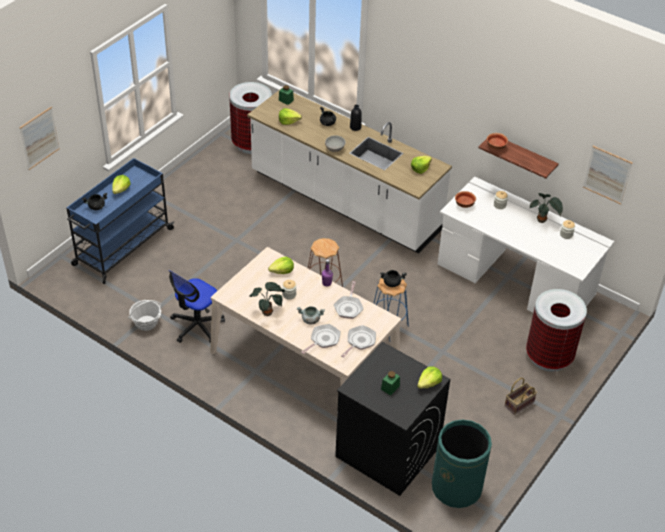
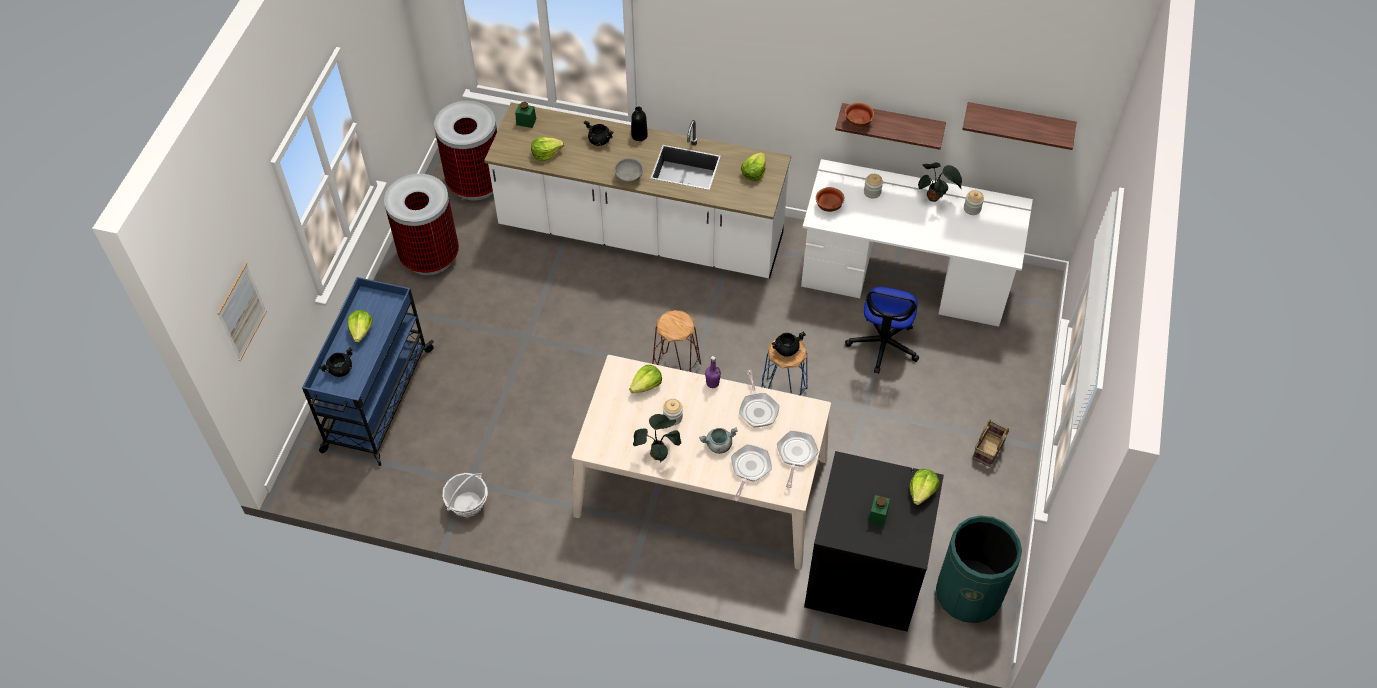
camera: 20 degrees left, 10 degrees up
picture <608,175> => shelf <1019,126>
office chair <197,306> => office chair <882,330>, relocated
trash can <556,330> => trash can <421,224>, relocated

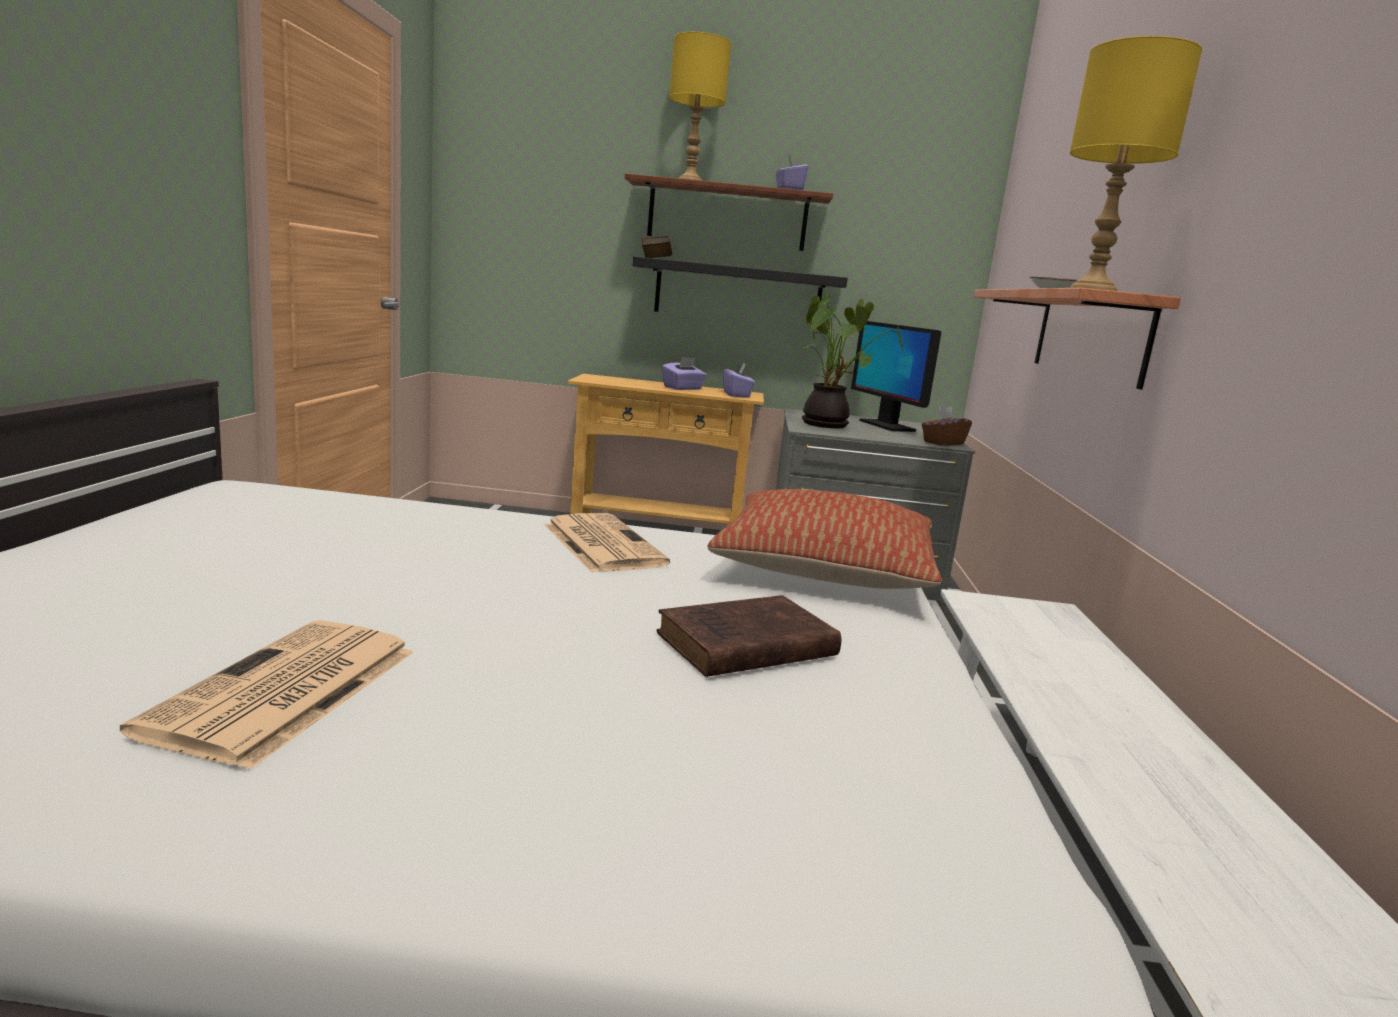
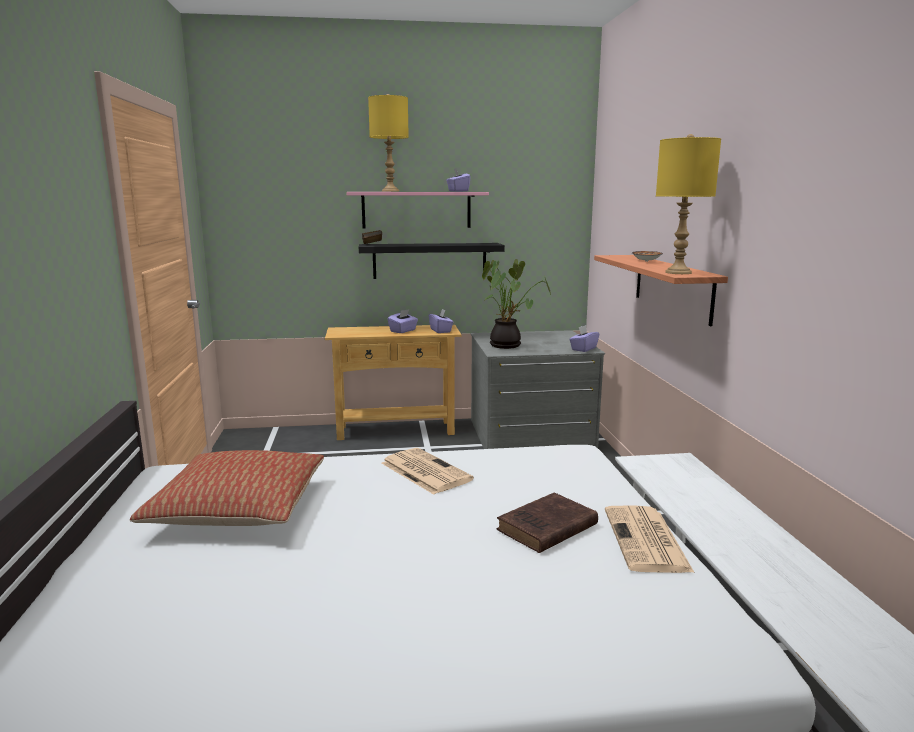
camera: 10 degrees left, 0 degrees up
brown shelf <729,212> => pink shelf <417,210>
monitor <896,376> => nothing
brown tissue box <947,426> => purple tissue box <584,338>
pillow <824,539> => pillow <227,488>, relocated
newspaper <267,695> => newspaper <650,539>, relocated

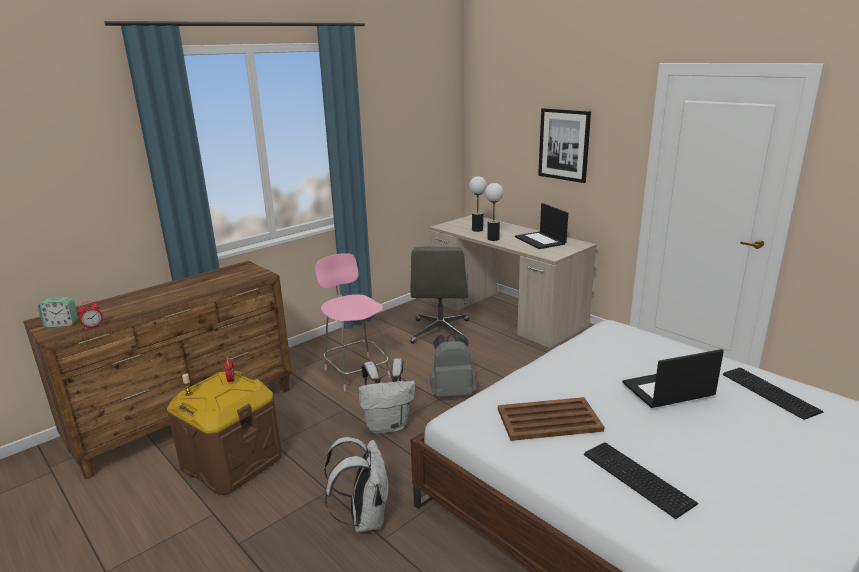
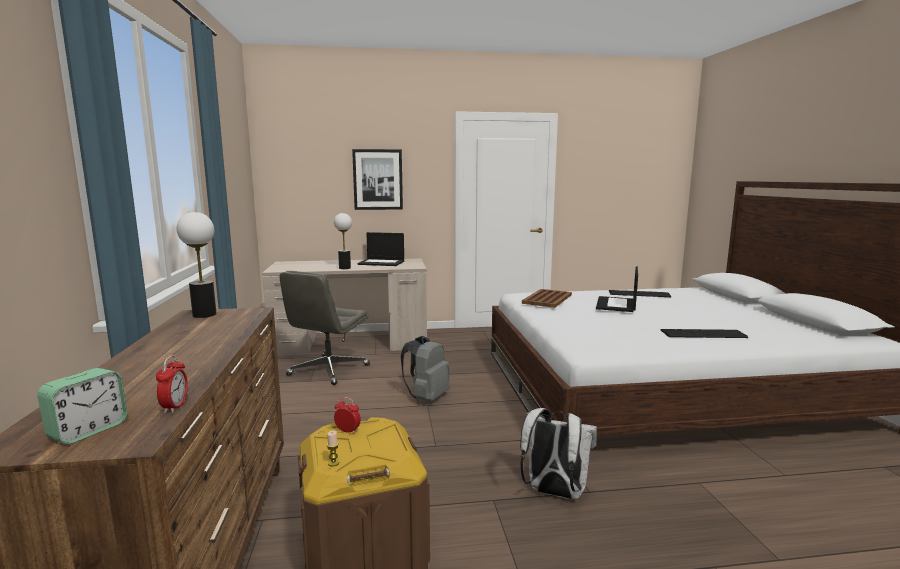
camera: 55 degrees left, 10 degrees down
table lamp <478,204> => table lamp <197,265>, relocated
grey office chair <439,295> => grey office chair <325,328>, 75 degrees clockwise
pink chair <352,322> => nothing
white backpack <387,396> => nothing
brown tray <551,419> => brown tray <547,298>, relocated

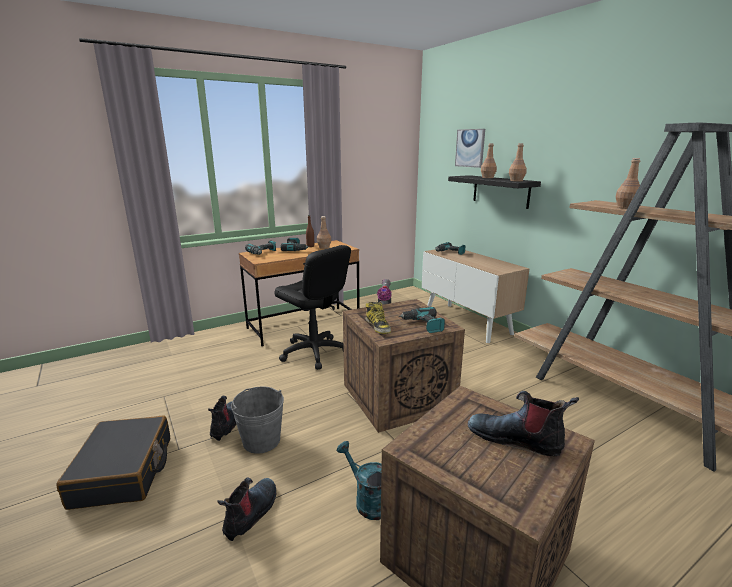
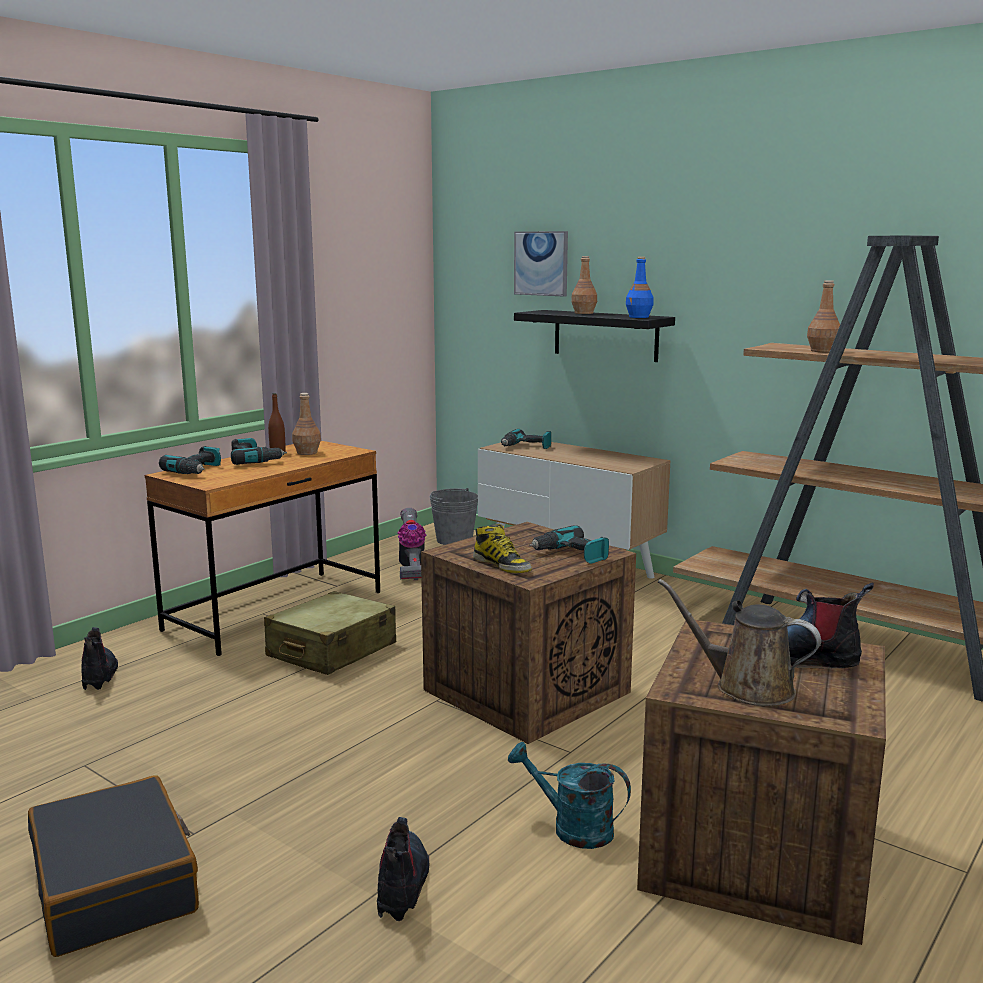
camera: 20 degrees left, 5 degrees down
brown bottle <518,162> => blue bottle <640,287>
black office chair <313,307> => beige suitcase <330,633>
grey bucket <257,420> => grey bucket <454,516>, relocated
boot <222,418> => boot <99,658>, relocated
nothing => brown watering can <739,642>

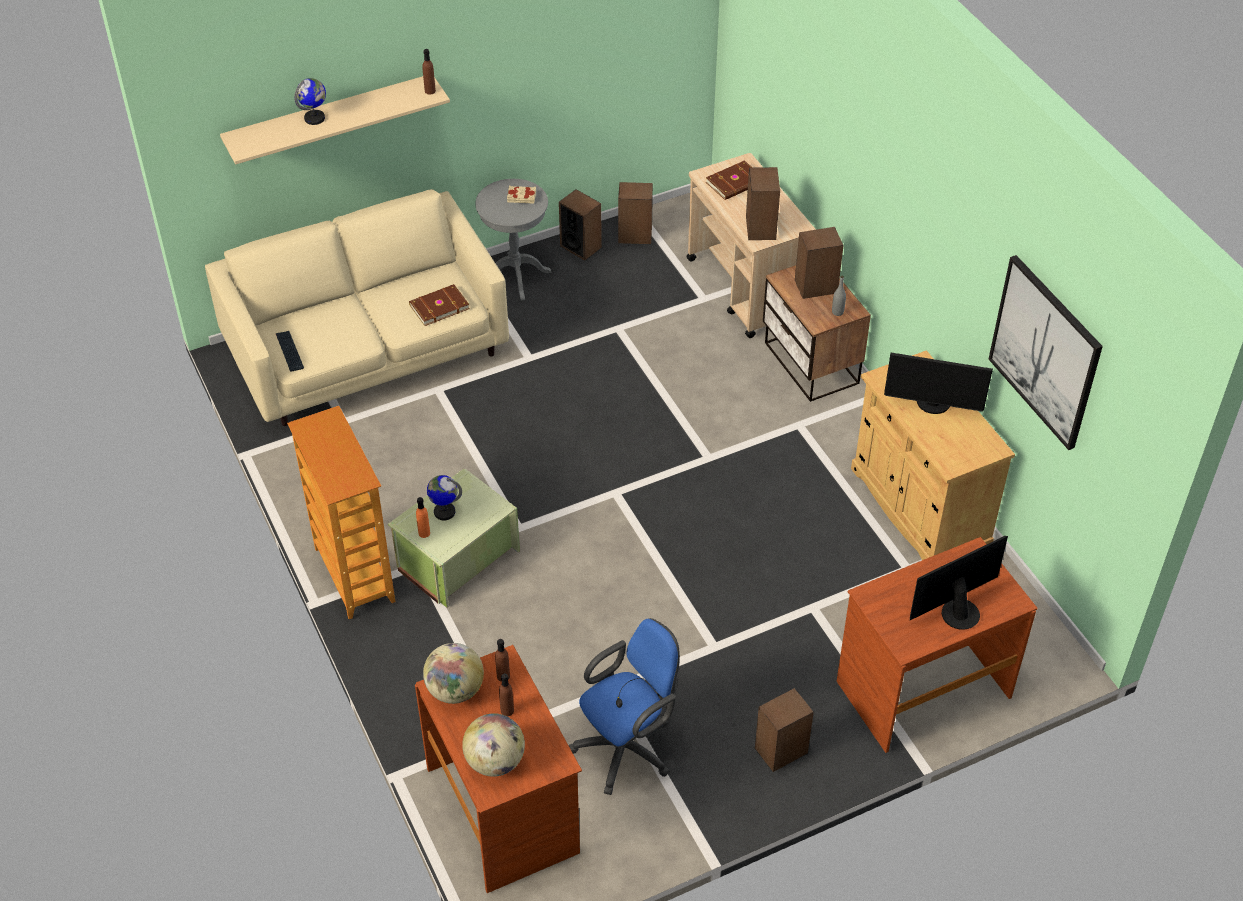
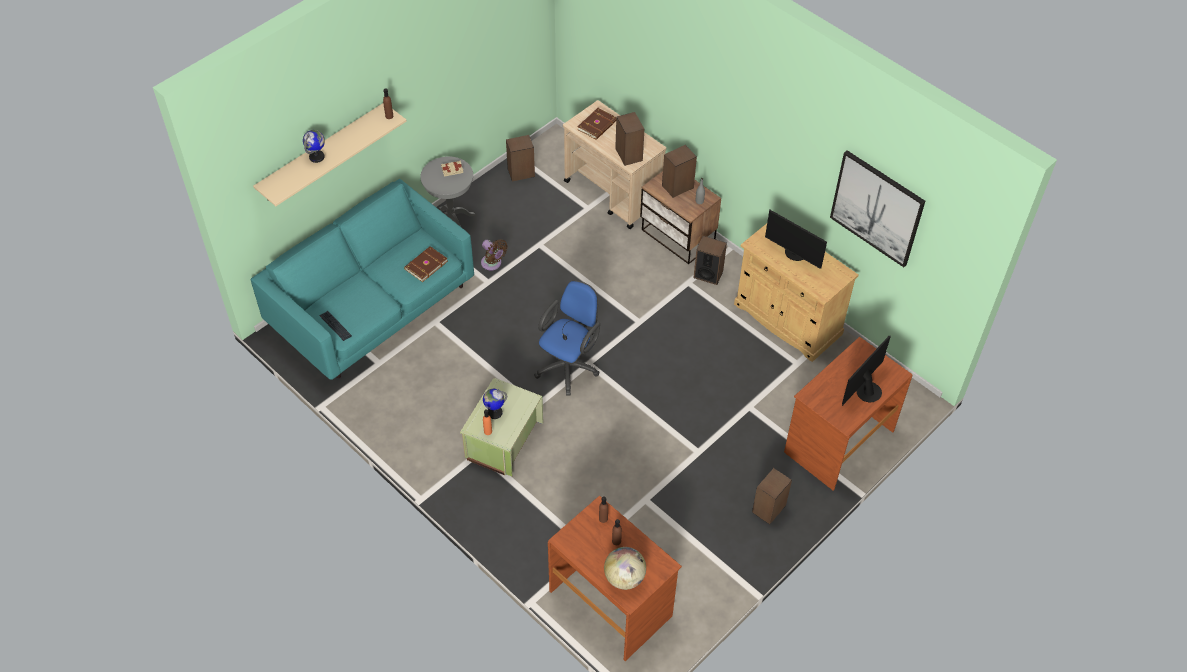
camera: 20 degrees left, 5 degrees up
beige sofa <357,307> => turquoise sofa <362,279>
speaker <580,224> => speaker <710,260>, relocated
monitor <938,383> => monitor <796,238>, 45 degrees clockwise
bookcase <341,512> => nothing
blue office chair <624,706> => blue office chair <567,338>, relocated
globe <453,673> => nothing
nothing => brown fan <494,255>

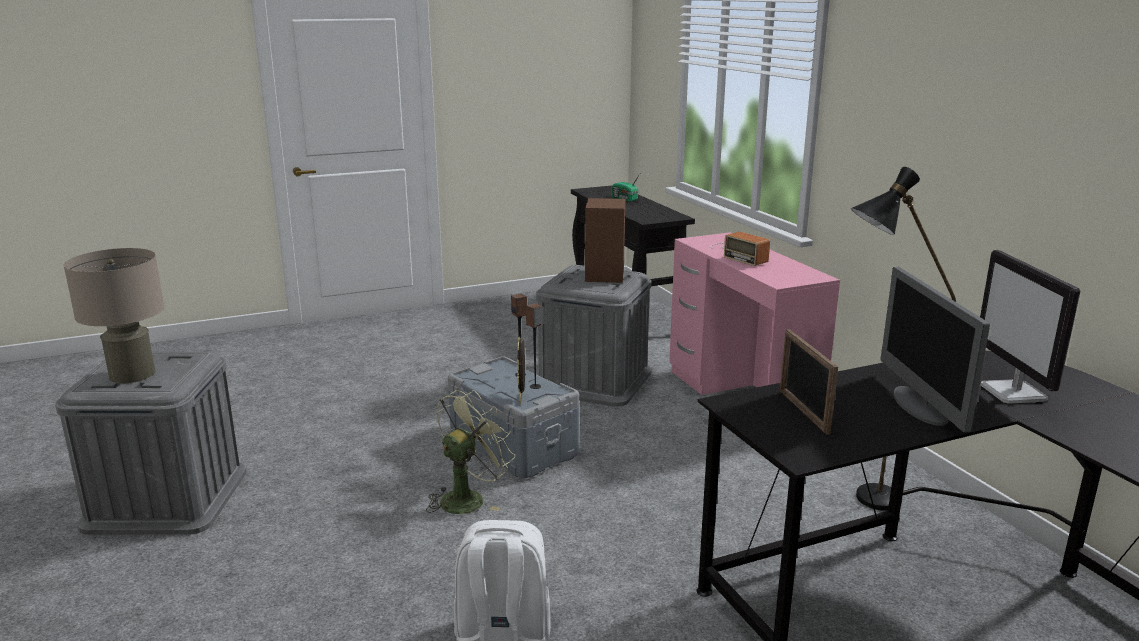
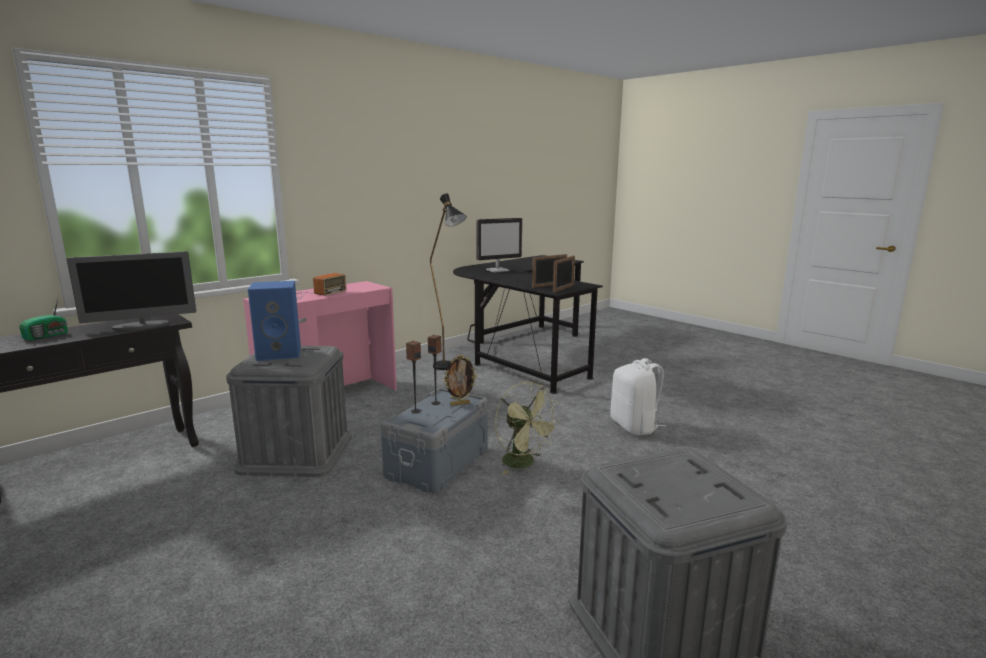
camera: 110 degrees left, 5 degrees down
brown speaker <605,240> => blue speaker <274,321>
beige table lamp <114,316> => nothing
monitor <935,349> => monitor <131,290>, relocated
green fan <470,452> => green fan <528,428>, 150 degrees counterclockwise
nothing => picture frame <564,274>

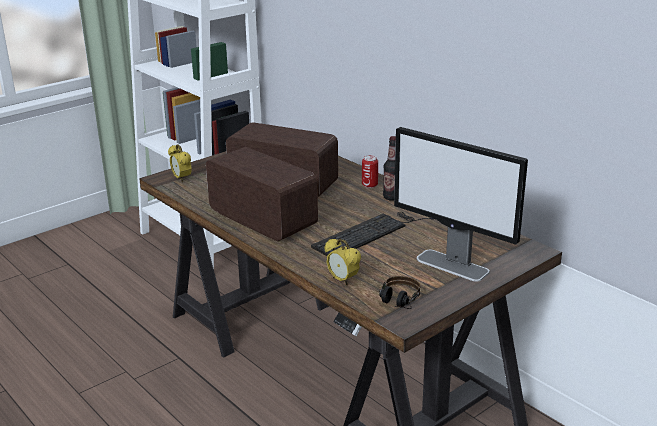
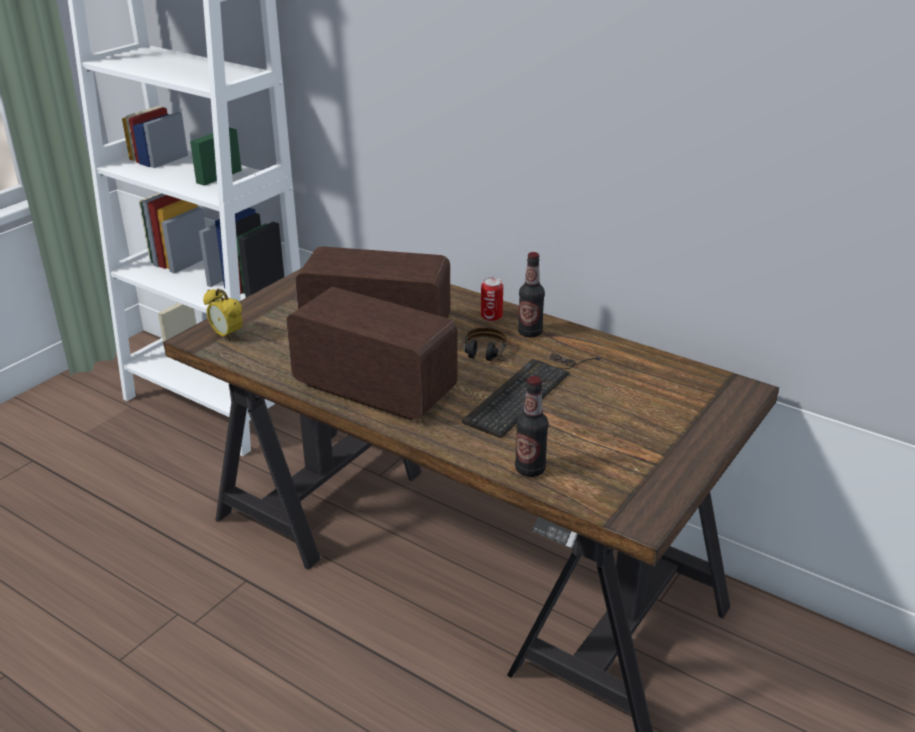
camera: 15 degrees left, 5 degrees up
monitor <461,204> => nothing
alarm clock <343,262> => bottle <532,426>
headphones <399,292> => headphones <485,344>, relocated

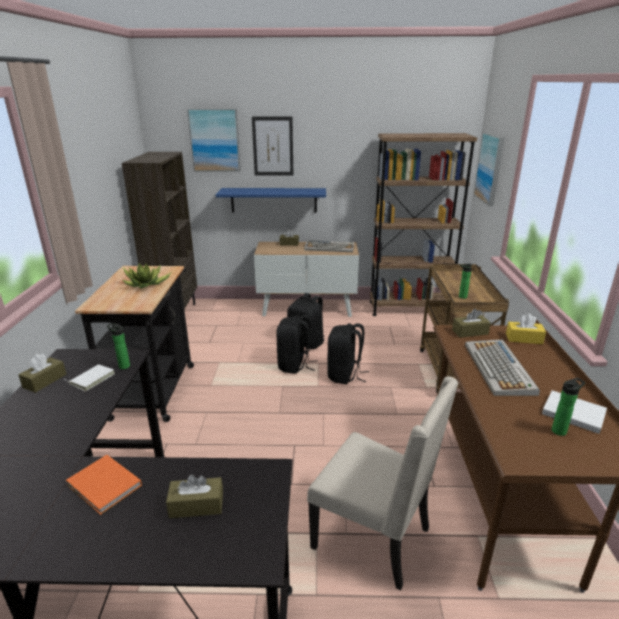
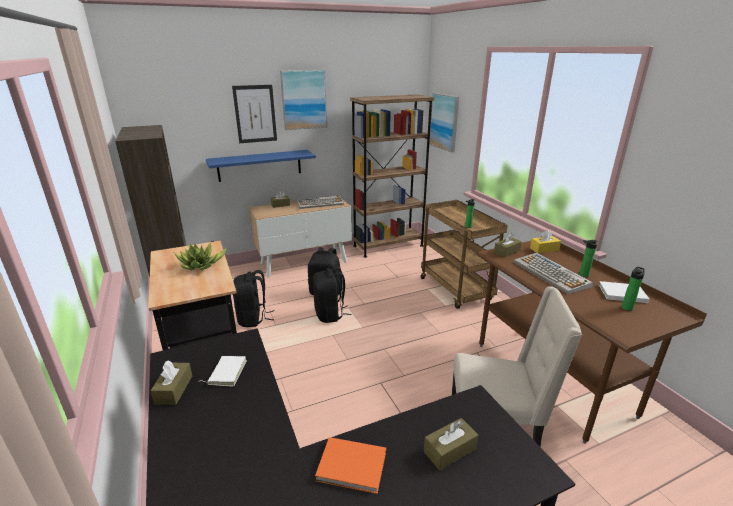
camera: 25 degrees left, 0 degrees up
picture <213,140> => picture <303,100>, relocated
bottle <118,346> => bottle <588,258>, relocated
black backpack <348,353> => black backpack <253,298>, relocated

